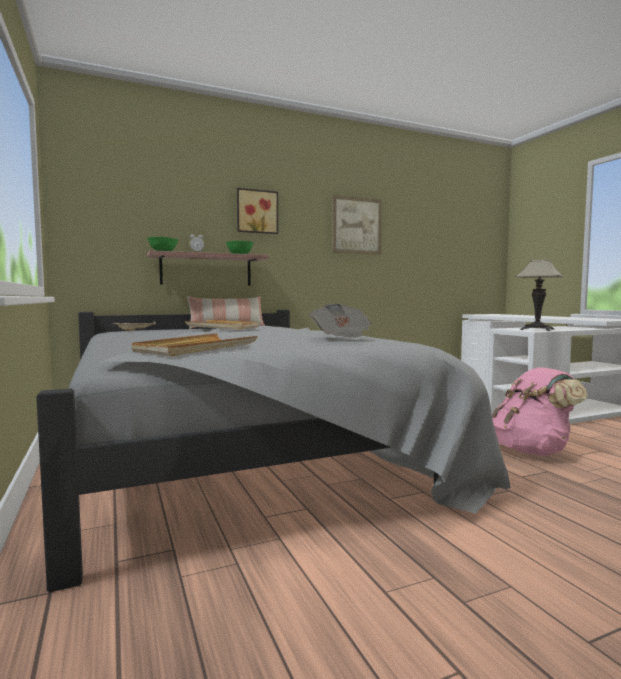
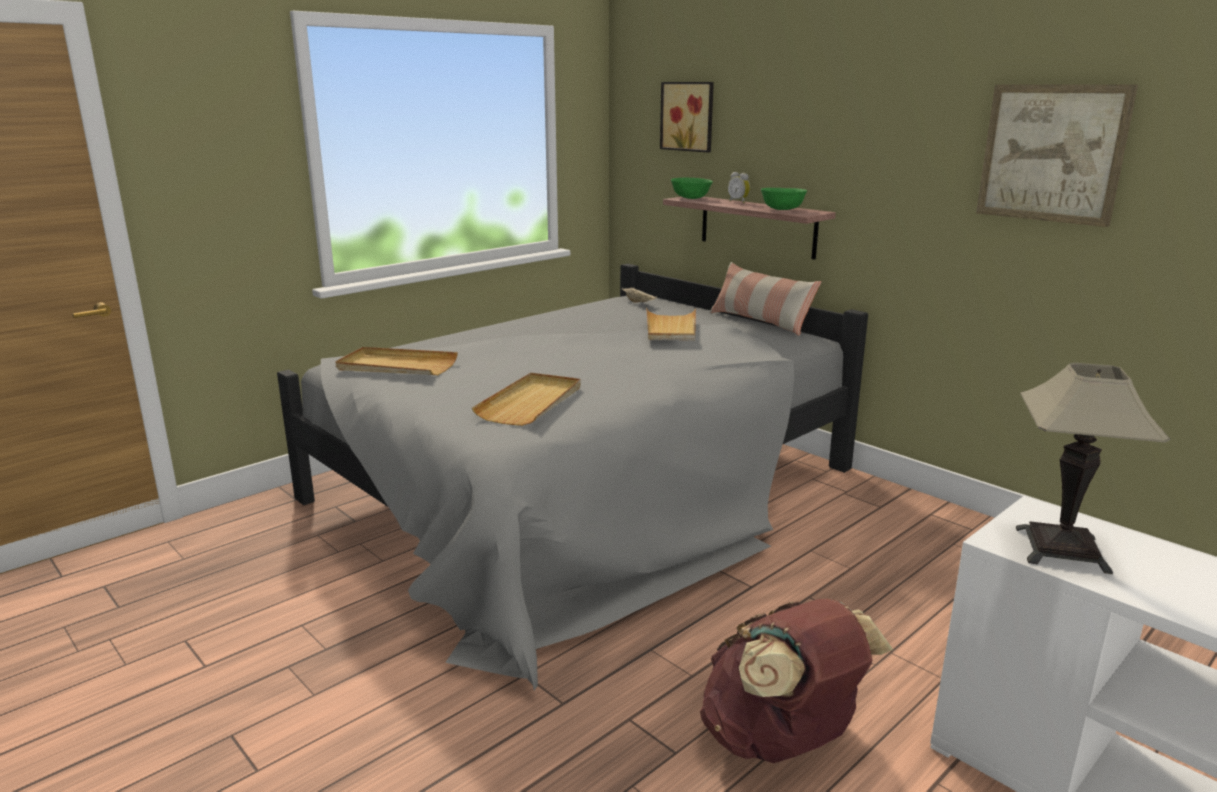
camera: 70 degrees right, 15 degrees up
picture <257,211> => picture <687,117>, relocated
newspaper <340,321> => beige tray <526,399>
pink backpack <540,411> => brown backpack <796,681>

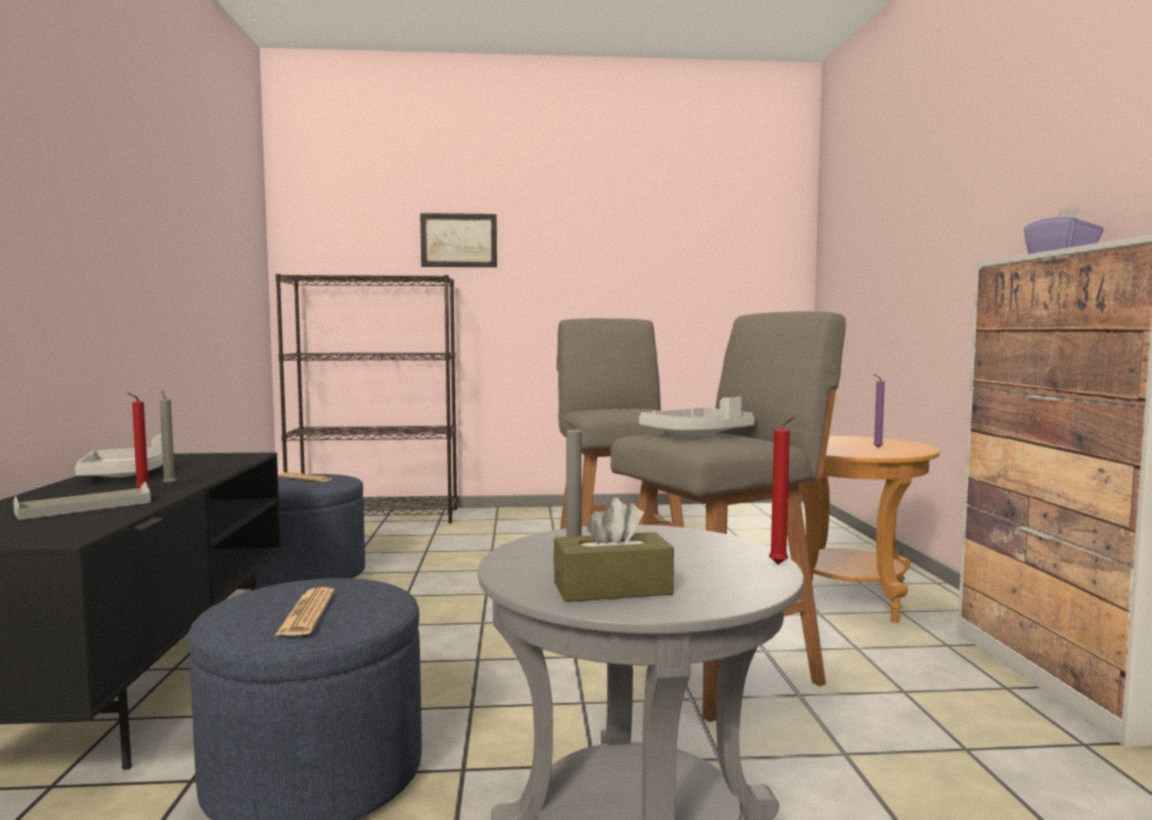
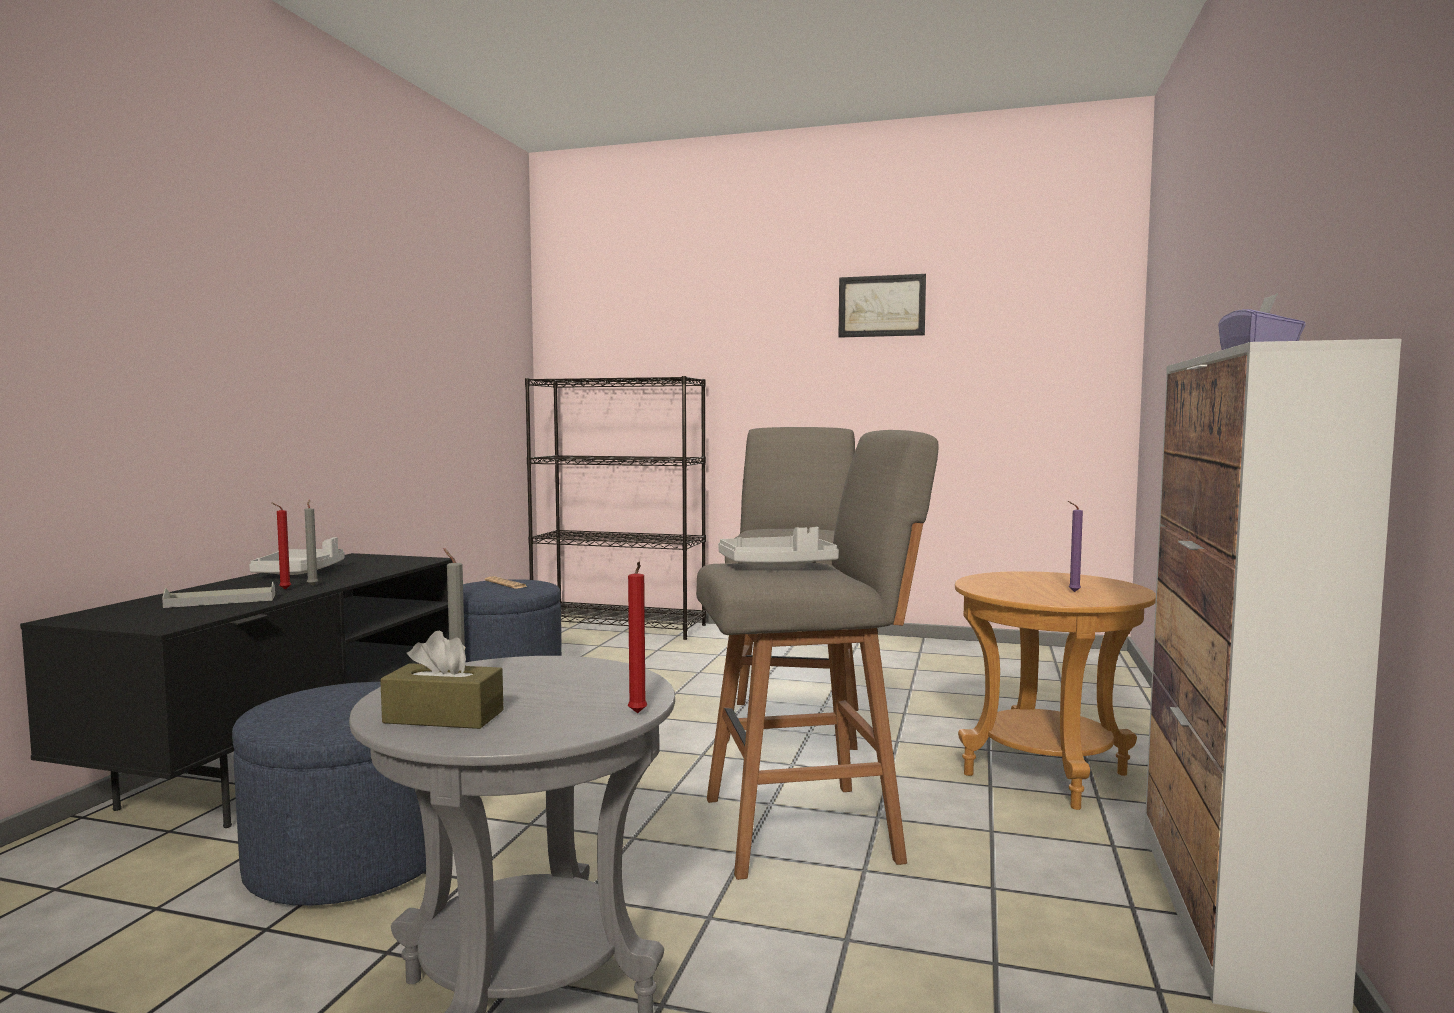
camera: 20 degrees right, 0 degrees up
picture <458,240> => picture <882,306>, relocated
newspaper <305,611> => nothing

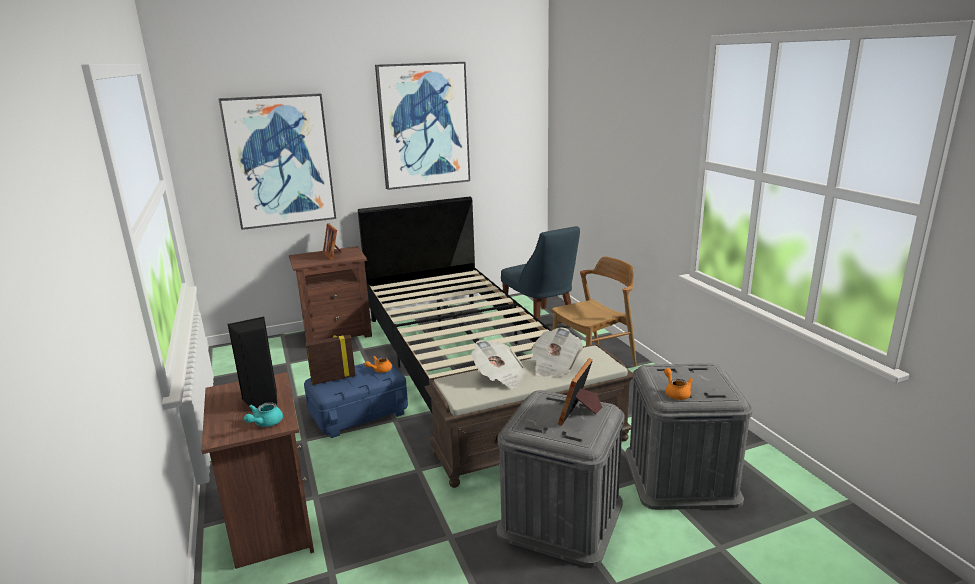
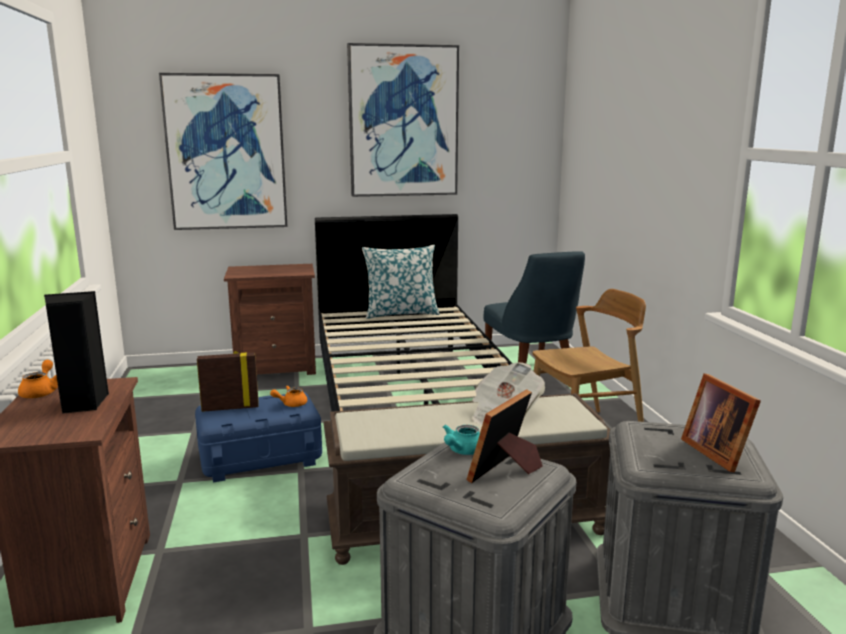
camera: 10 degrees right, 5 degrees down
picture frame <332,241> => picture frame <721,422>, relocated
newspaper <499,364> => nothing
orange teapot <678,384> => orange teapot <38,379>, relocated
turquoise teapot <263,414> => turquoise teapot <461,440>, relocated
nothing => pillow <401,282>

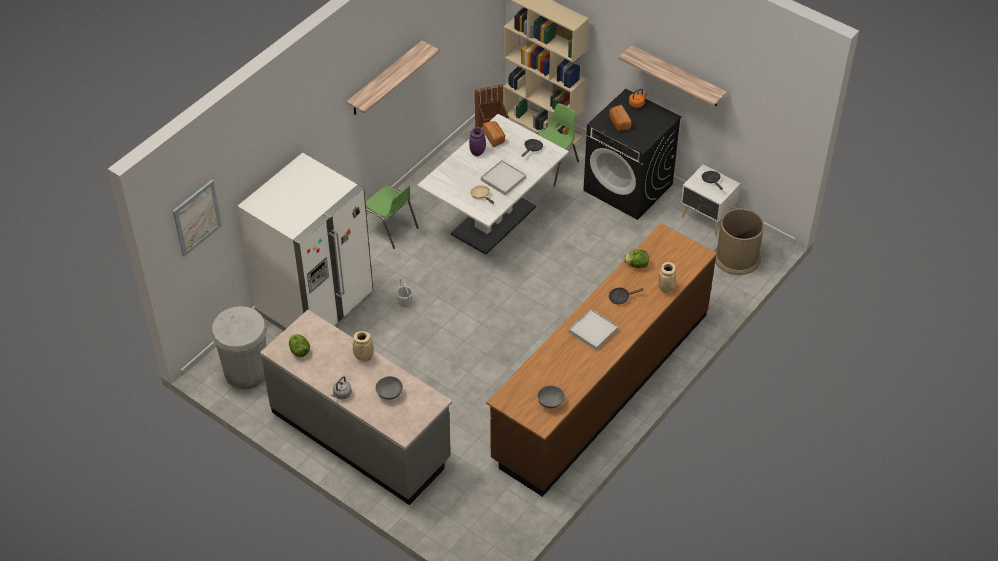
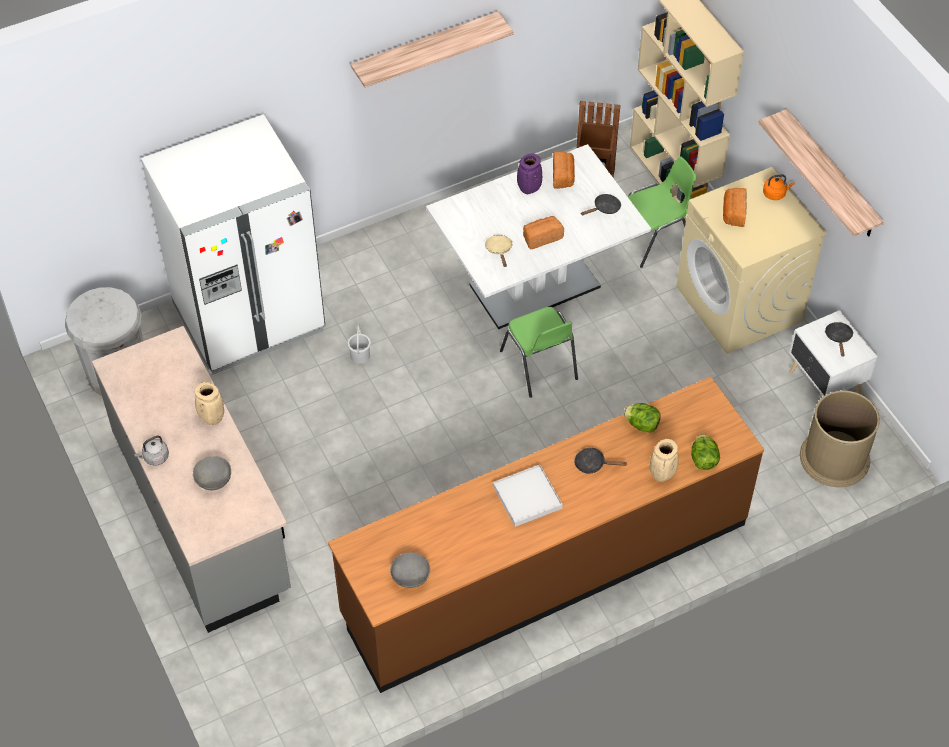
camera: 25 degrees right, 5 degrees up
black washing machine <632,154> => beige washing machine <751,260>
white tray <503,177> => bread <543,232>
picture <197,218> => nothing
green chair <392,217> => green chair <539,352>, relocated
lettuce <299,345> => lettuce <705,452>, relocated

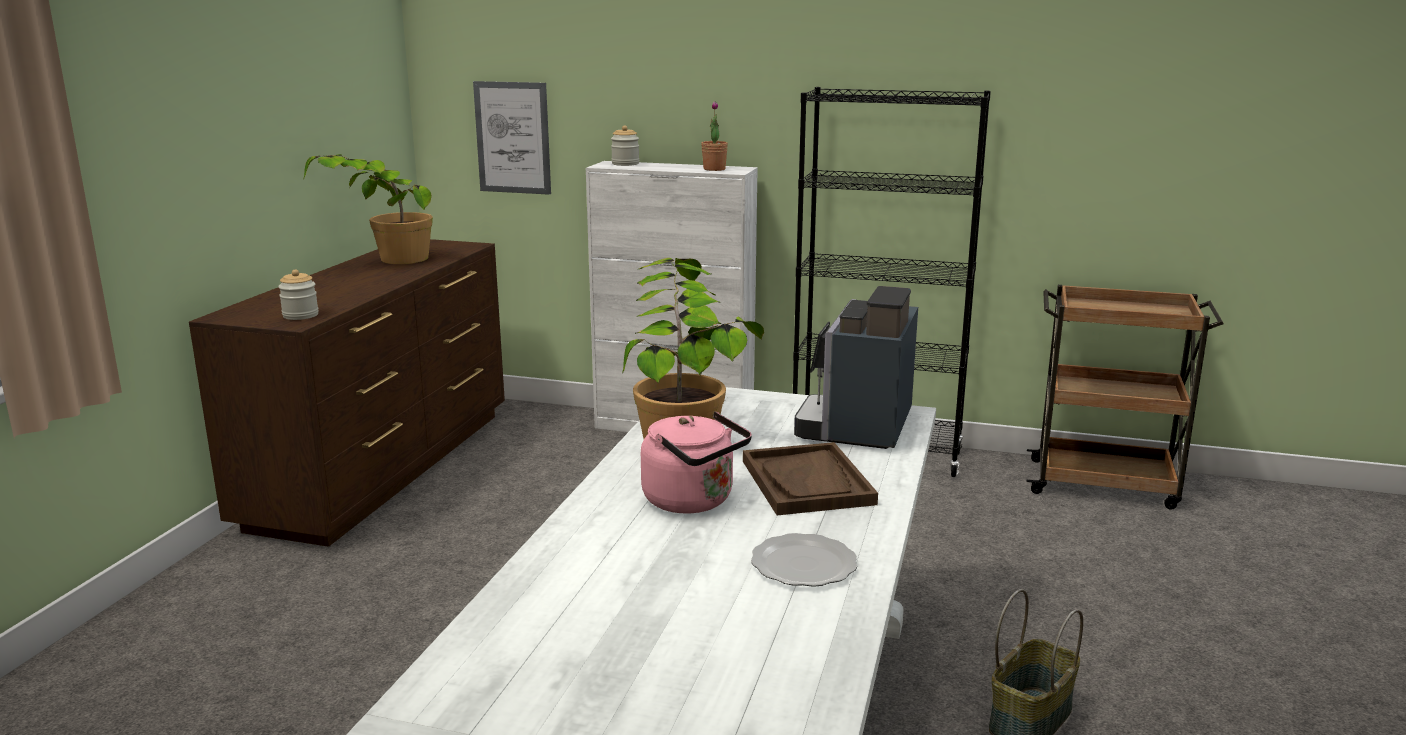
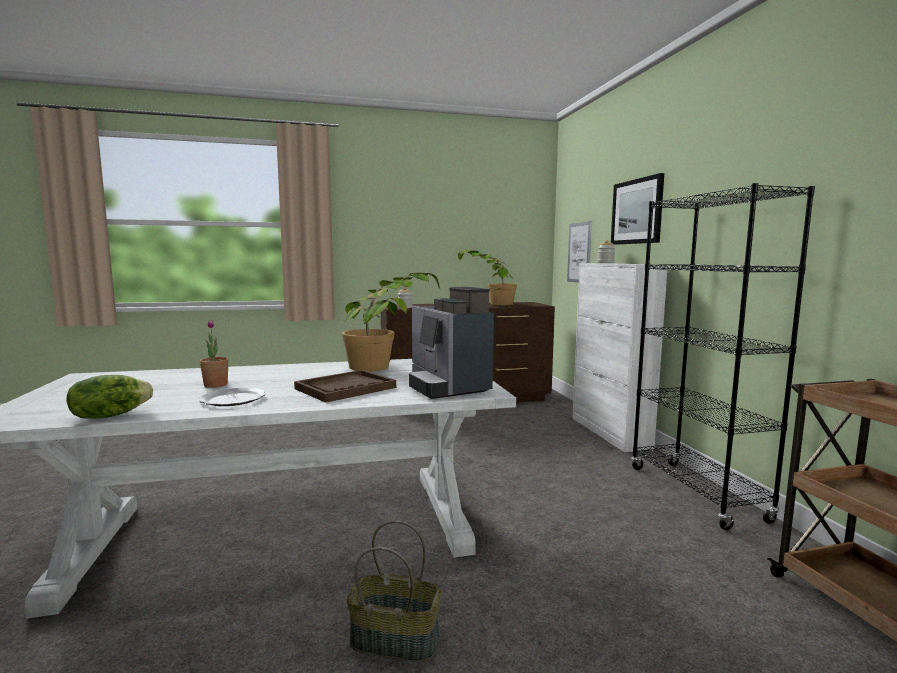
camera: 60 degrees right, 10 degrees down
potted plant <714,136> => potted plant <214,354>, relocated
coffee machine <856,367> => coffee machine <451,343>, 105 degrees counterclockwise
pink kettle <696,462> => nothing
nothing => picture <637,209>
nothing => lettuce <110,397>

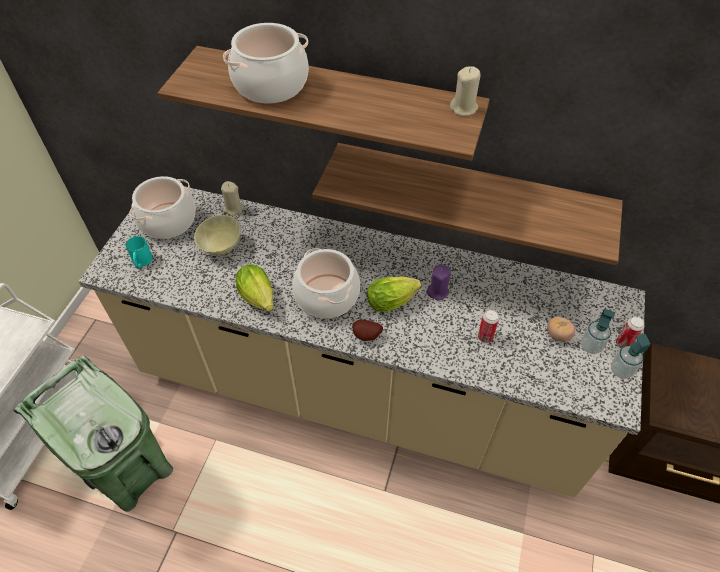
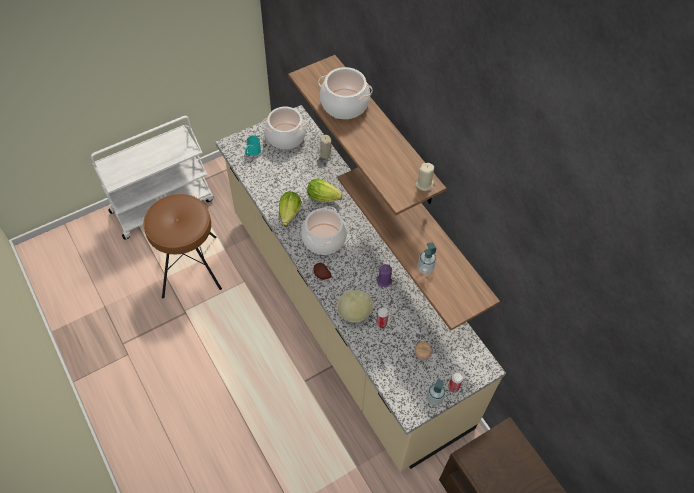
camera: 40 degrees right, 5 degrees up
beige bowl <217,235> => beige bowl <355,306>, relocated
lettuce <394,294> => lettuce <325,190>, relocated
soap dispenser <598,331> => soap dispenser <427,258>, relocated
green trash can <93,434> => brown stool <183,246>

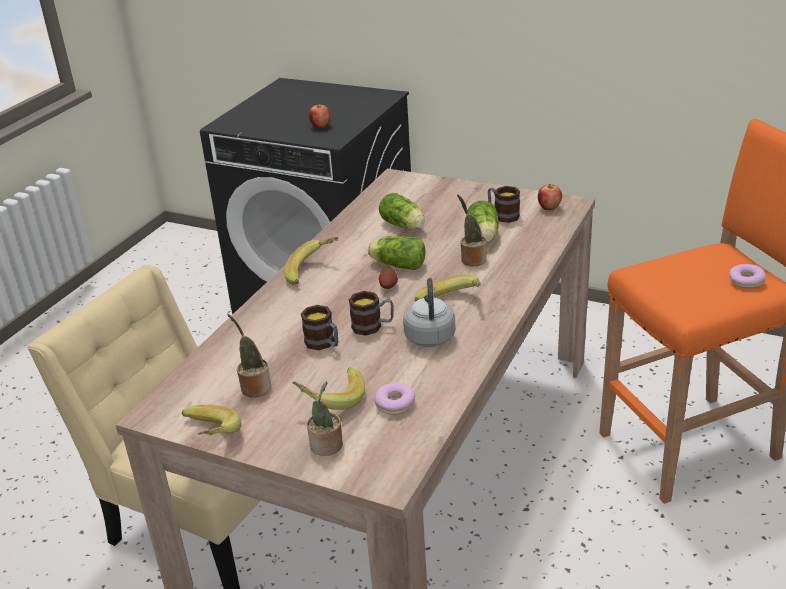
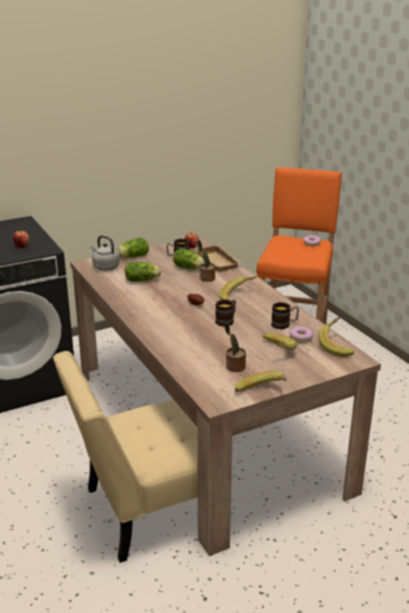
camera: 55 degrees left, 5 degrees down
lettuce <396,253> => lettuce <132,248>, relocated
banana <311,261> => banana <336,337>, relocated
grey kettle <429,312> => grey kettle <105,253>, relocated
mug <319,327> => mug <285,316>, relocated
potted plant <325,418> => nothing
nothing => beige tray <218,258>

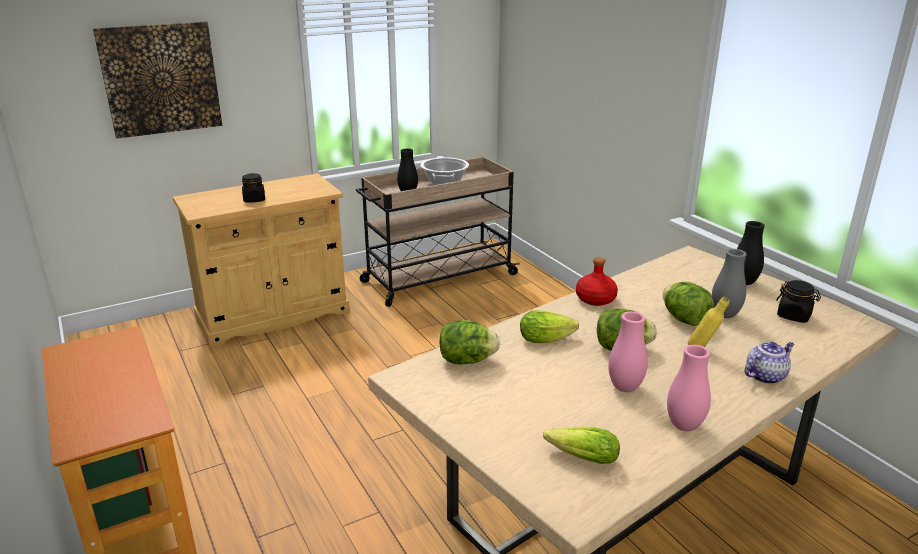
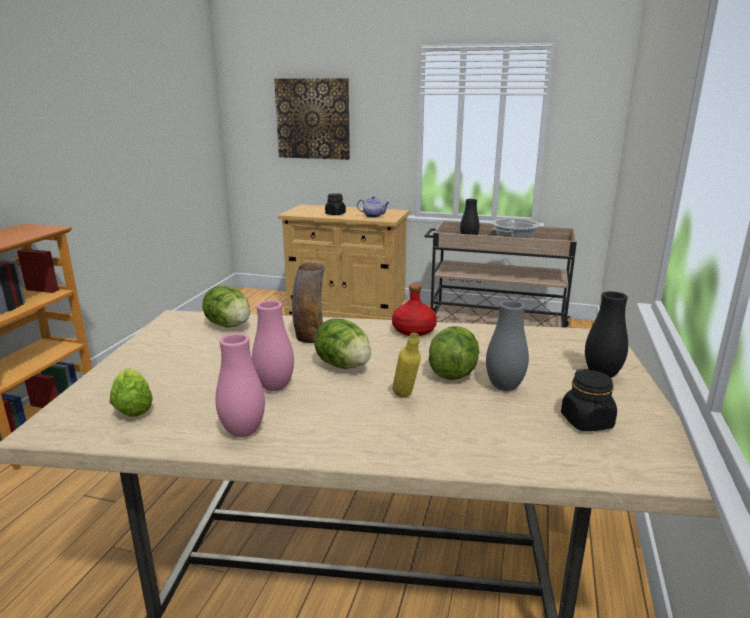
camera: 45 degrees right, 5 degrees down
lettuce <549,326> => vase <308,302>
teapot <769,363> => teapot <373,207>, relocated

